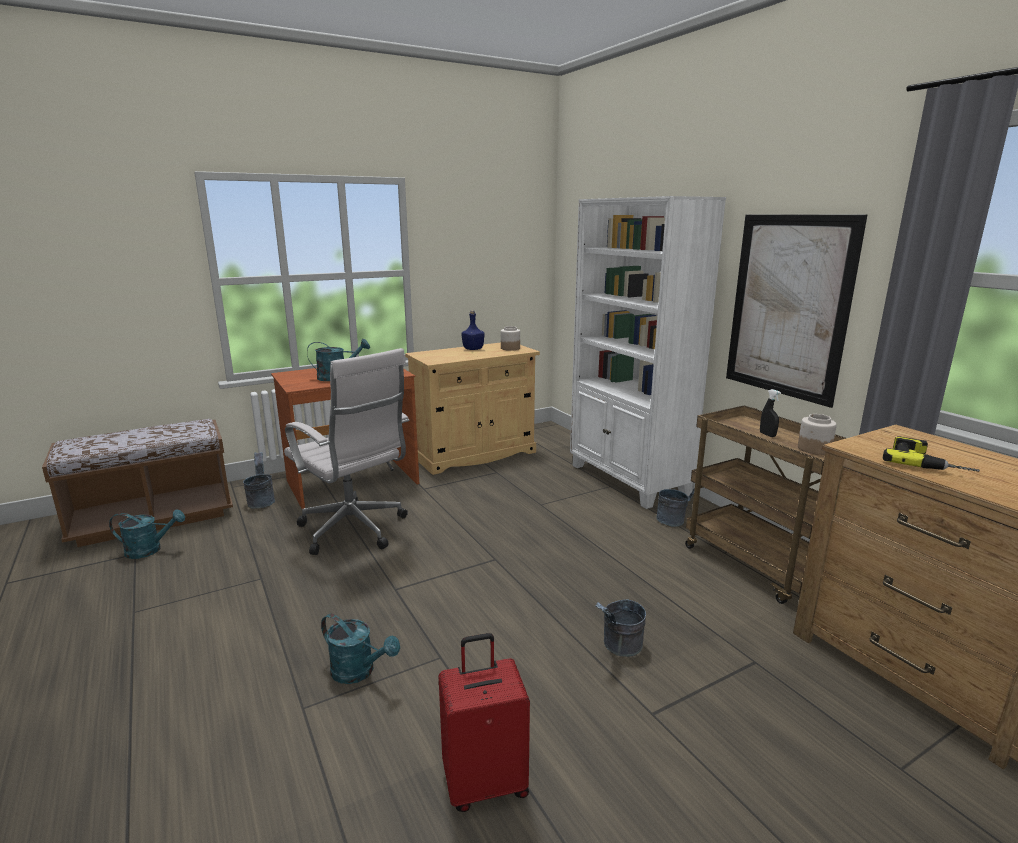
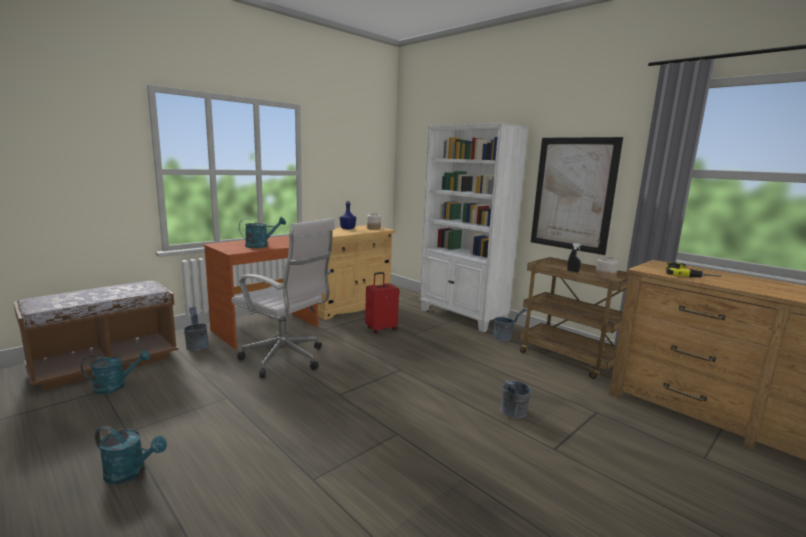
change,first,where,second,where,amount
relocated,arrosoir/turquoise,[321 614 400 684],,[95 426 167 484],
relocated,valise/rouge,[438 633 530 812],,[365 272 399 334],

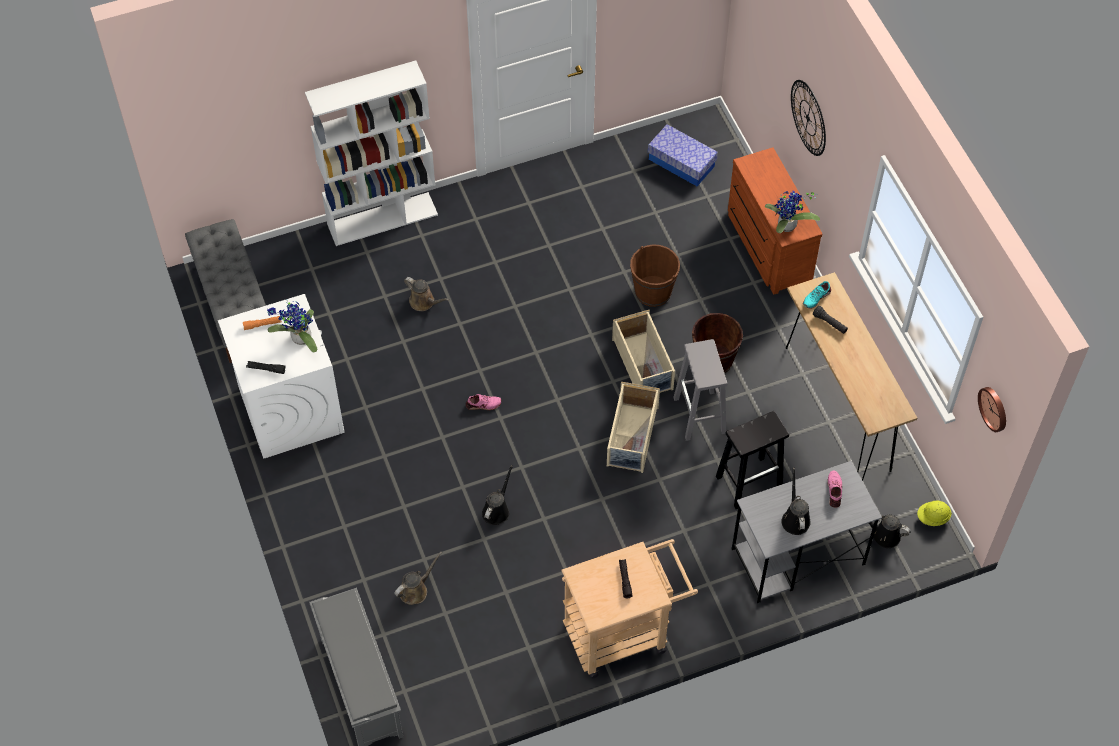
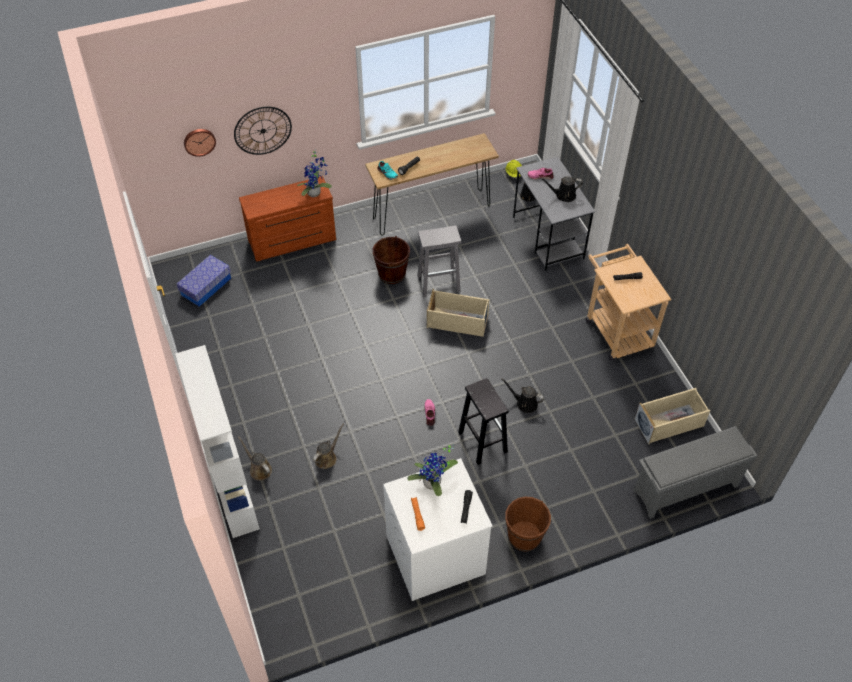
change,first,where,second,where,amount
relocated,horloge murale,[978 387 1006 432],,[184 129 216 157],
relocated,arrosoir/marron,[394 552 442 605],,[238 437 272 481],
relocated,tabouret/noir,[716 411 789 509],,[458 378 508 465],
relocated,seau/marron,[630 244 680 307],,[505 497 551 552],
relocated,boîte de rangement/beige,[612 310 675 393],,[634 388 710 445],
missing,banc/gris,[185 219 266 363],,,

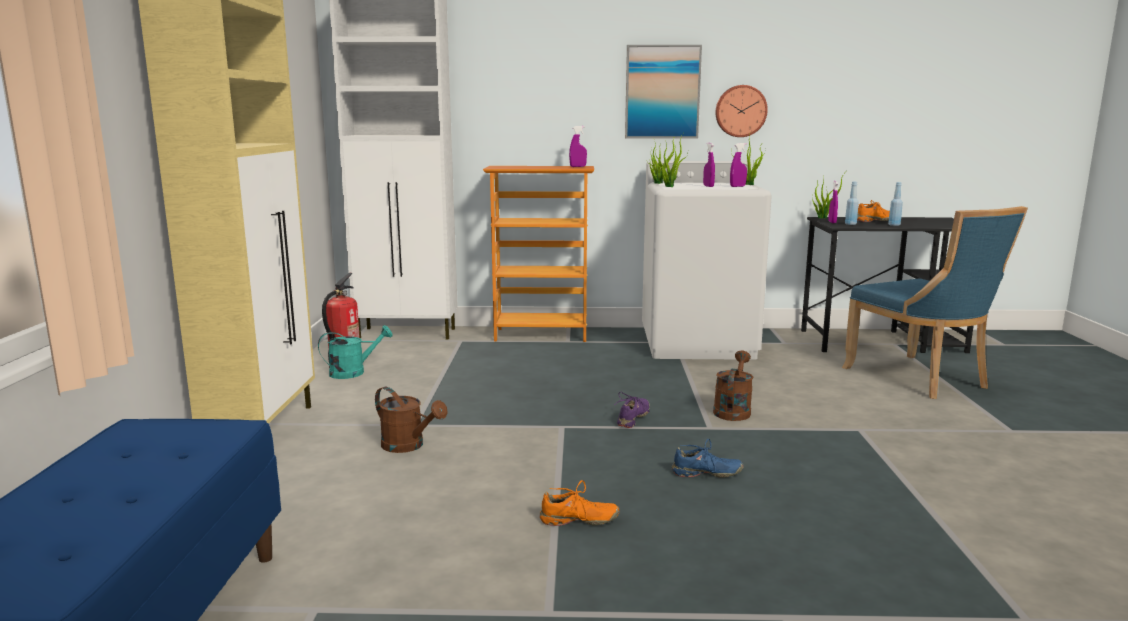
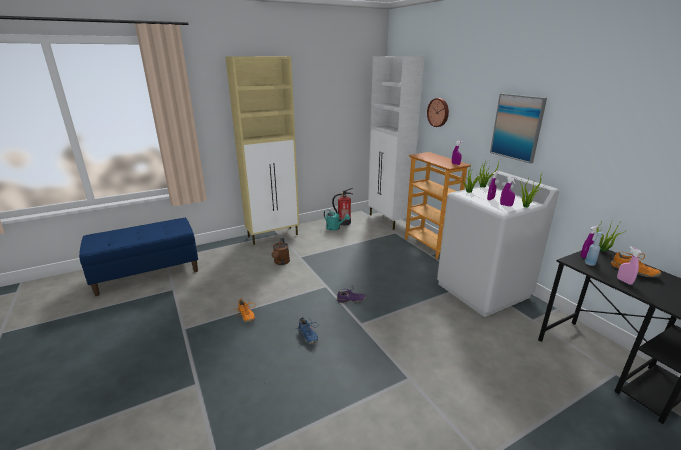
change,first,where,second,where,amount
relocated,horloge murale,[715 85 768 137],,[427 98 449 127],
exchanged,bouteille/bleu,[888 182 903 226],vaporisateur/rose,[617 246 642 285],
missing,arrosoir/marron,[713 350 753 421],,,
missing,chaise/bleu,[842 206 1028 399],,,

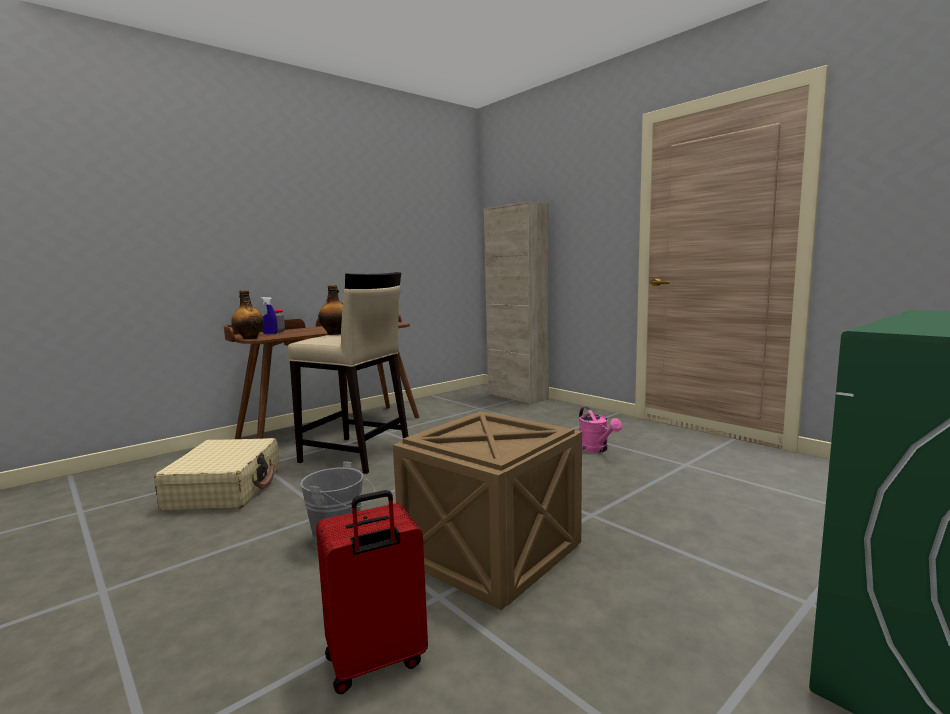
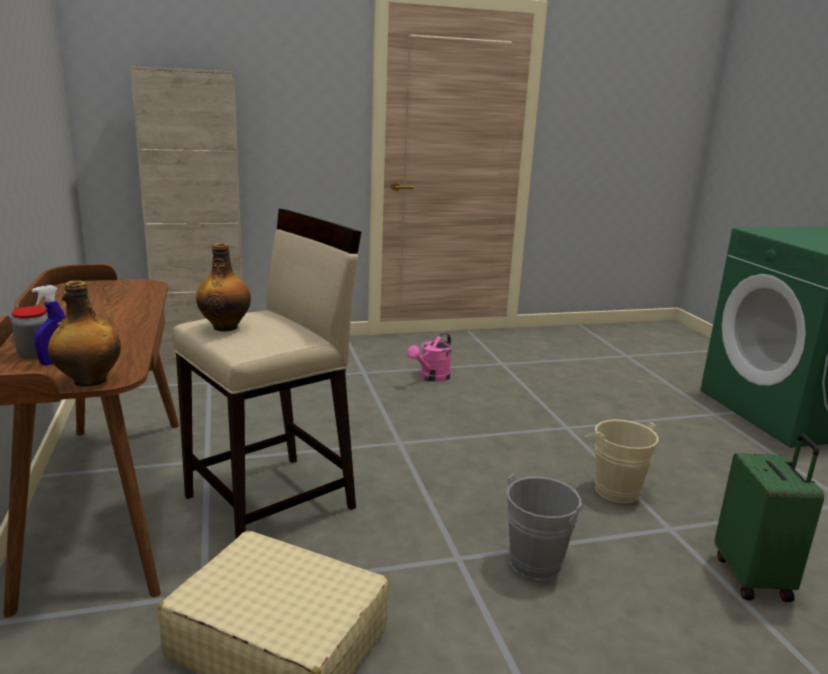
change,first,where,second,where,amount
spun,arrosoir/rose,[579 407 622 453],,[407 332 452 382],120 degrees clockwise
exchanged,caisse,[393 411 582 610],seau/beige,[585 420 659 503],
colour,valise/rouge,[316 490 428 694],valise/vert,[715 434 824 602],

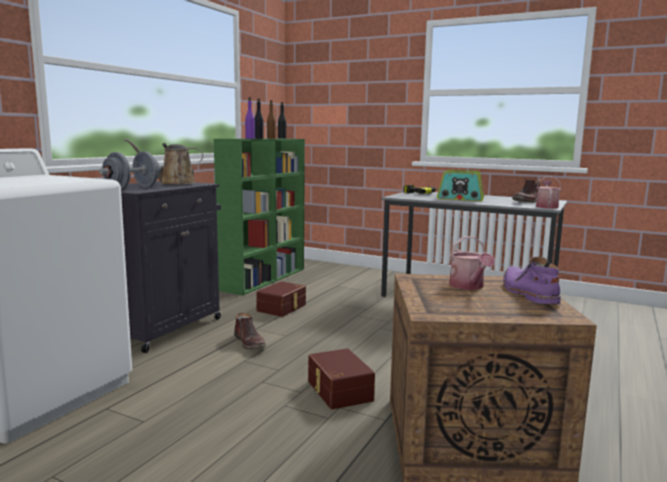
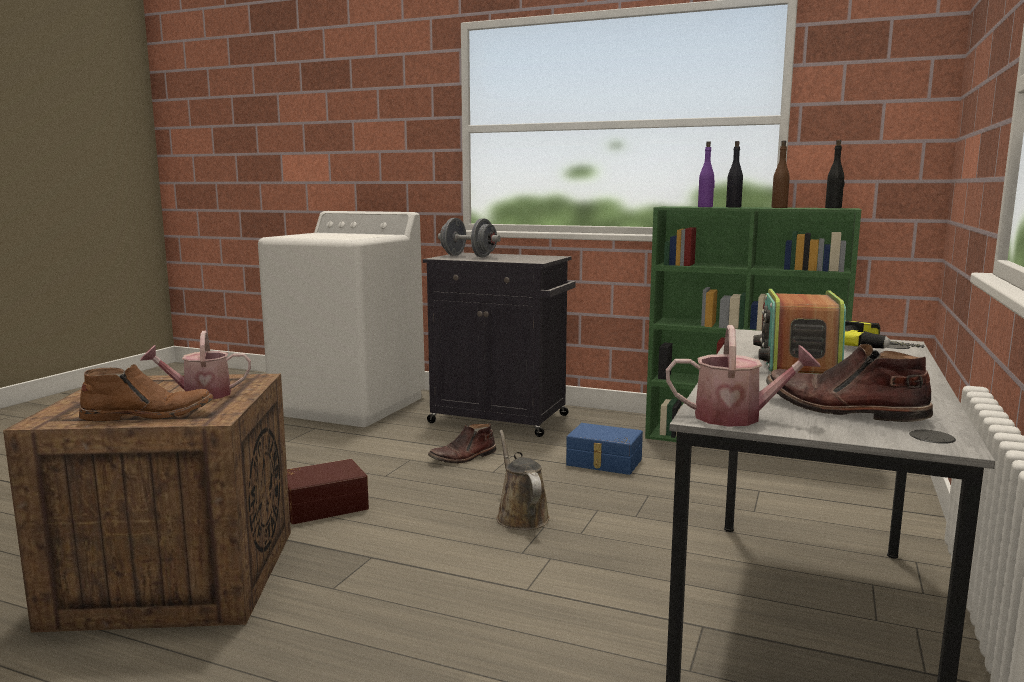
change,first,where,second,where,amount
colour,botte/violet,[503 257 561 305],botte/marron,[79 364 213 421],
relocated,arrosoir/marron,[125 139 203 185],,[496 430 550 530],
colour,boîte de rangement/marron,[256 281 306 317],boîte de rangement/bleu,[566 423 643 475],

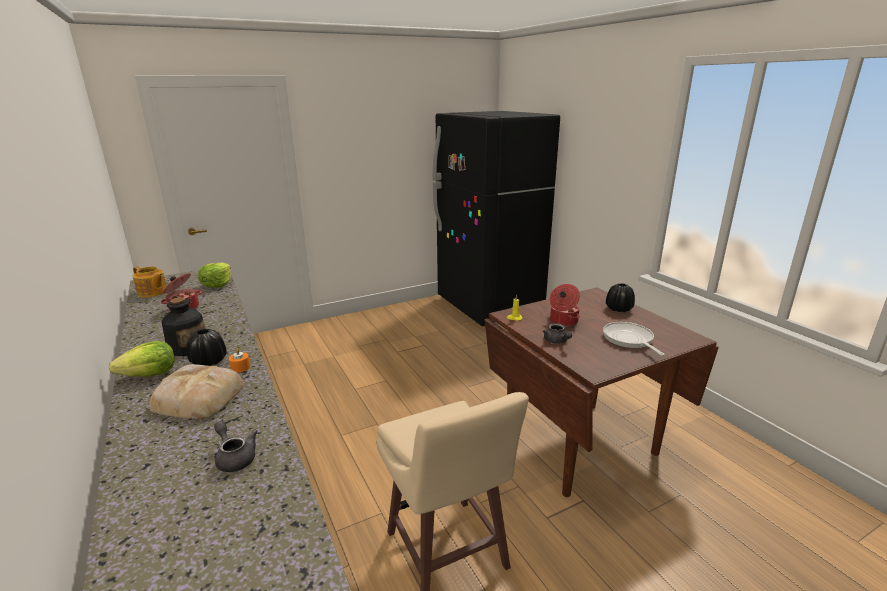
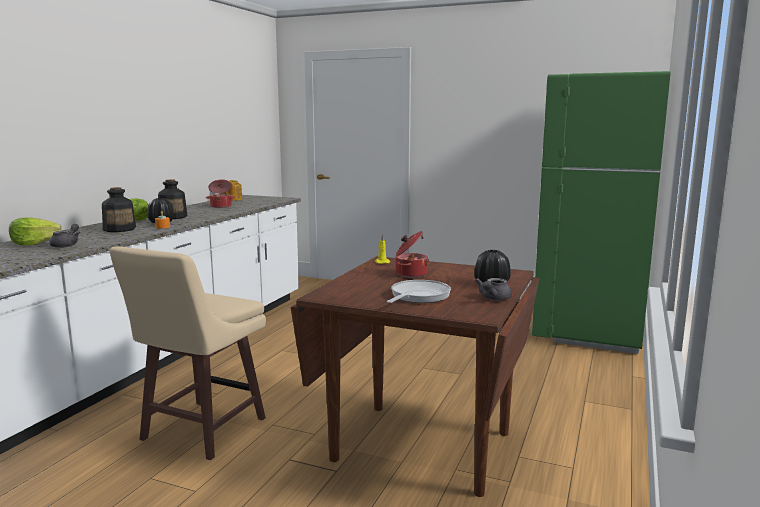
change,first,where,second,where,amount
relocated,laitue,[198 262 231 288],,[9 217 62 246],
exchanged,pain,[149 364 244 419],bouteille,[102 187 136 232],
relocated,théière/gris,[543 323 572 343],,[475 278 512 301],
colour,réfrigérateur/noir,[433 111 560 326],réfrigérateur/vert,[532 71 671 354],

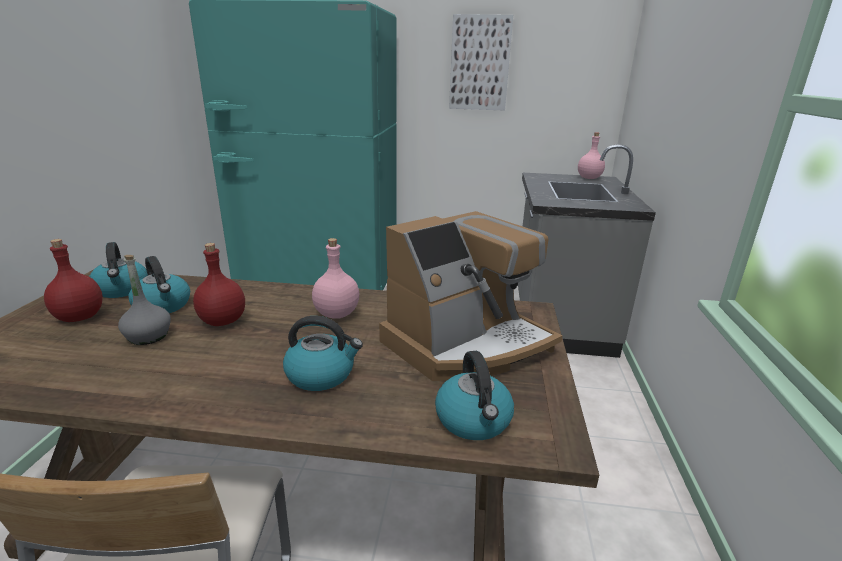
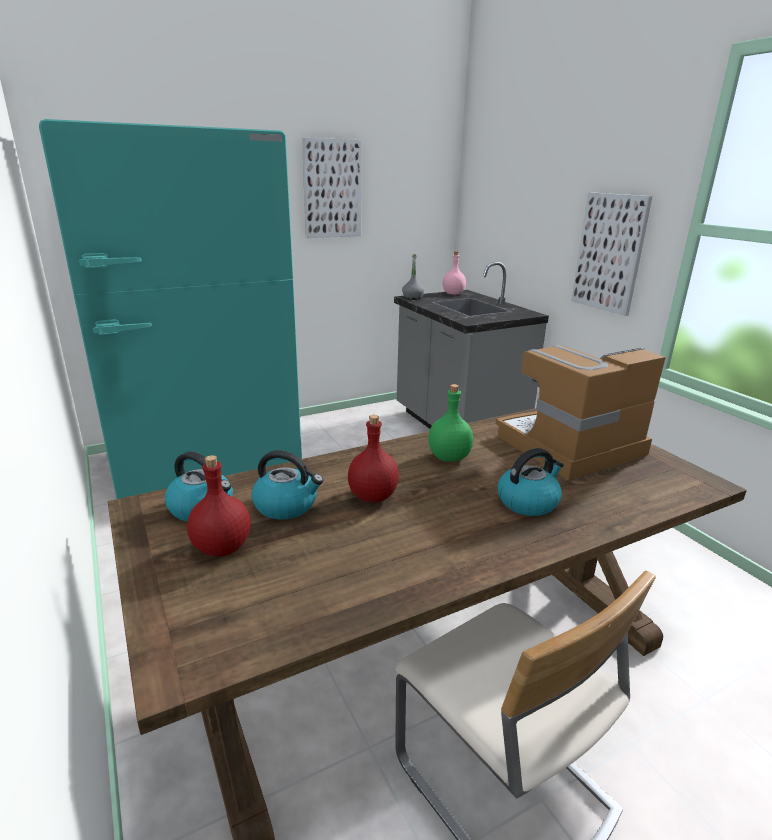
change,first,where,second,where,amount
relocated,bouteille/gris,[118 255 171 345],,[402 254 424 300],
colour,bouteille/rose,[312 238 359 318],bouteille/vert,[428 384 473 462],
spun,machine à café,[379 211 563 381],,[496 345 666 480],135 degrees counterclockwise
appeared,,,tableau,[571 192 652 316],
missing,bouilloire,[435 351 514 440],,,

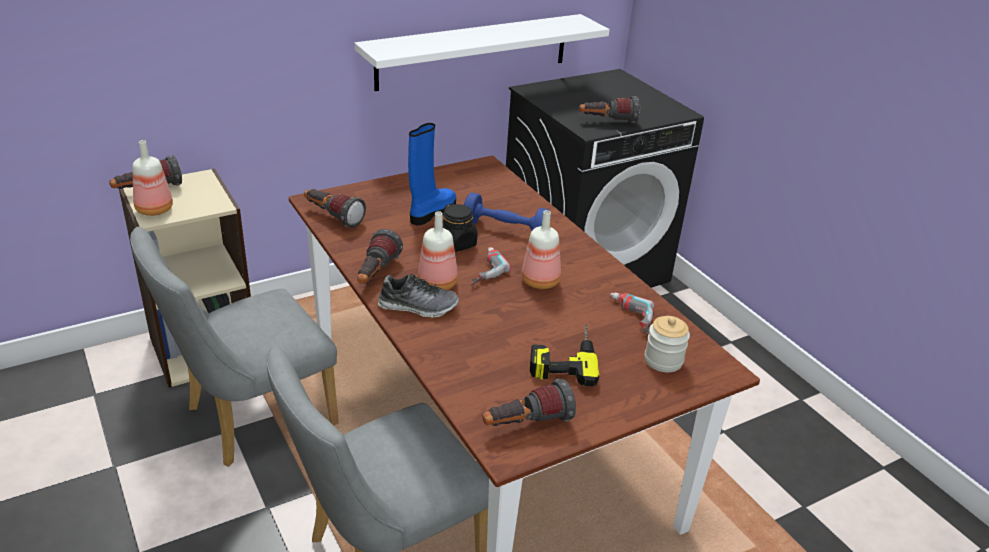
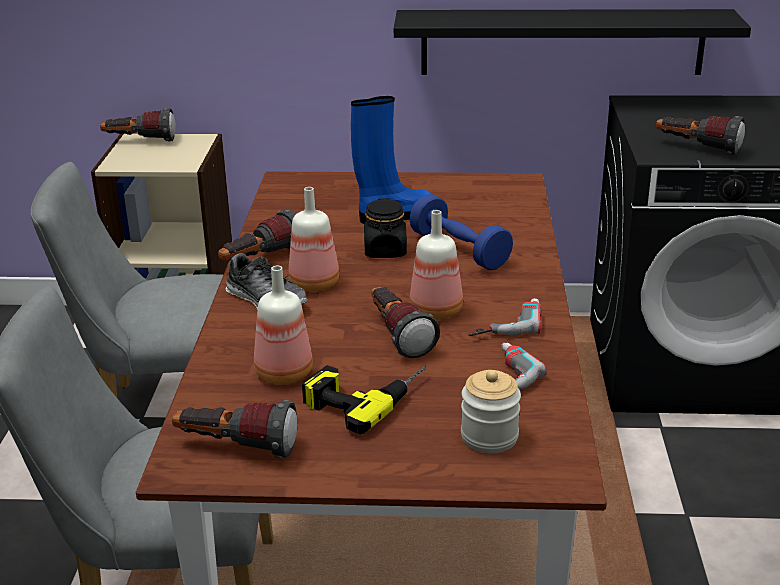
change,first,where,second,where,amount
relocated,bouteille,[132 140 173 216],,[254 266 313 384],
relocated,lampe de poche,[304 189 366 228],,[372 287 440 358],
colour,étagère/blanc,[354 14 610 91],étagère/noir,[394 9 751 75],
relocated,perceuse,[470 247 511 286],,[469 298 542 336],

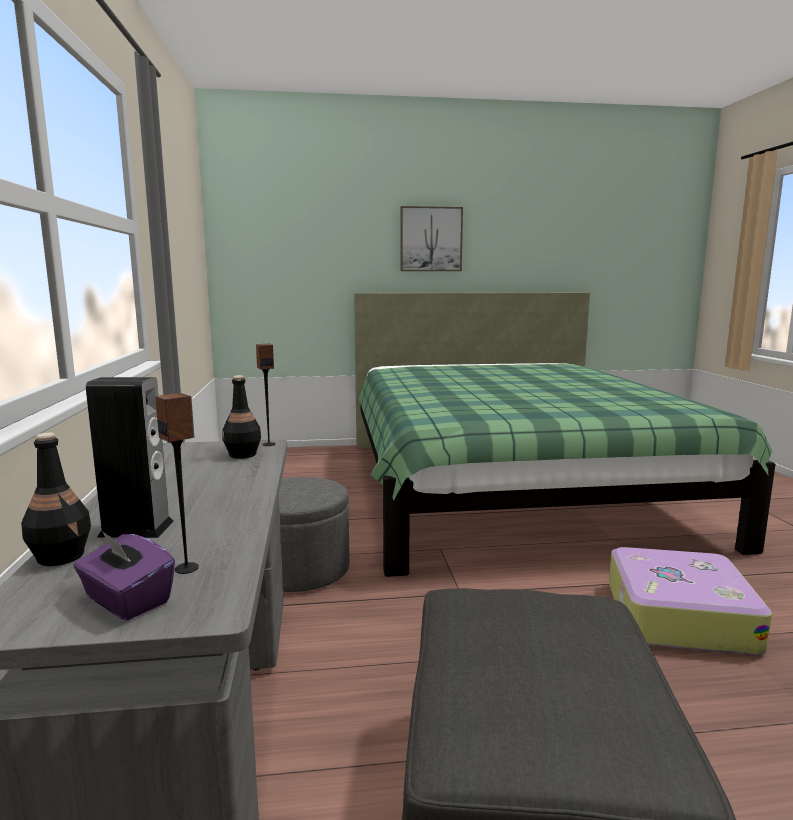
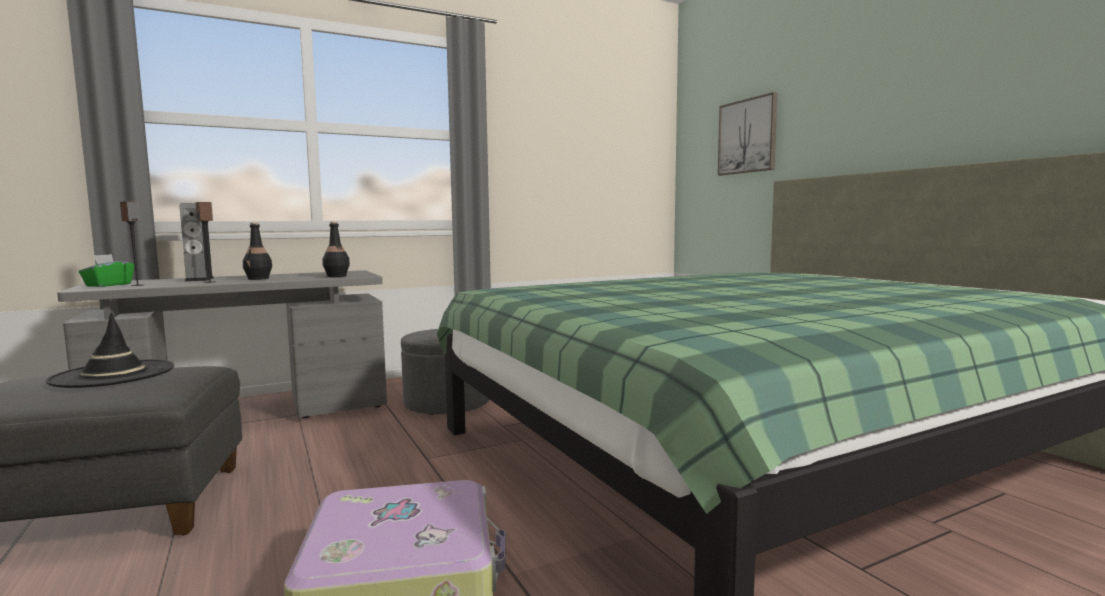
change,first,where,second,where,amount
appeared,,,chapeau/noir,[46 313 174 388],
colour,boîte à mouchoirs/violet,[73 530 175 621],boîte à mouchoirs/vert,[79 254 134 287],
relocated,enceinte,[256 344 276 446],,[196 202 216 283],
relocated,bouteille/noir,[21 433 91 566],,[243 222 272 280],
relocated,tableau,[400 206 463 271],,[718 92 777 175],

